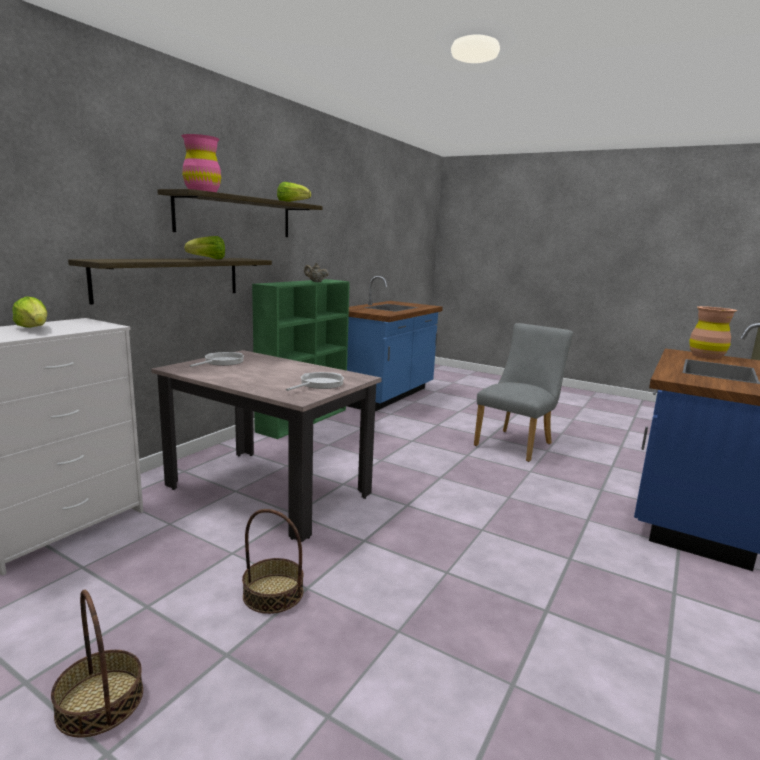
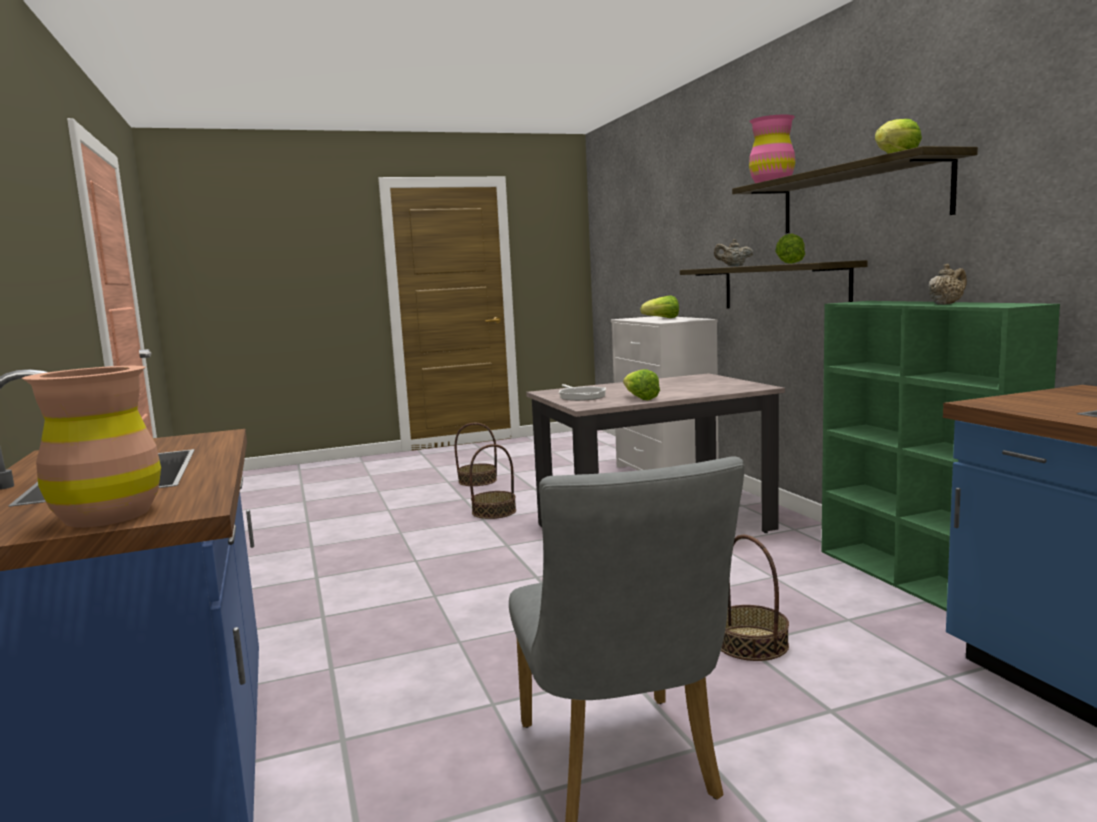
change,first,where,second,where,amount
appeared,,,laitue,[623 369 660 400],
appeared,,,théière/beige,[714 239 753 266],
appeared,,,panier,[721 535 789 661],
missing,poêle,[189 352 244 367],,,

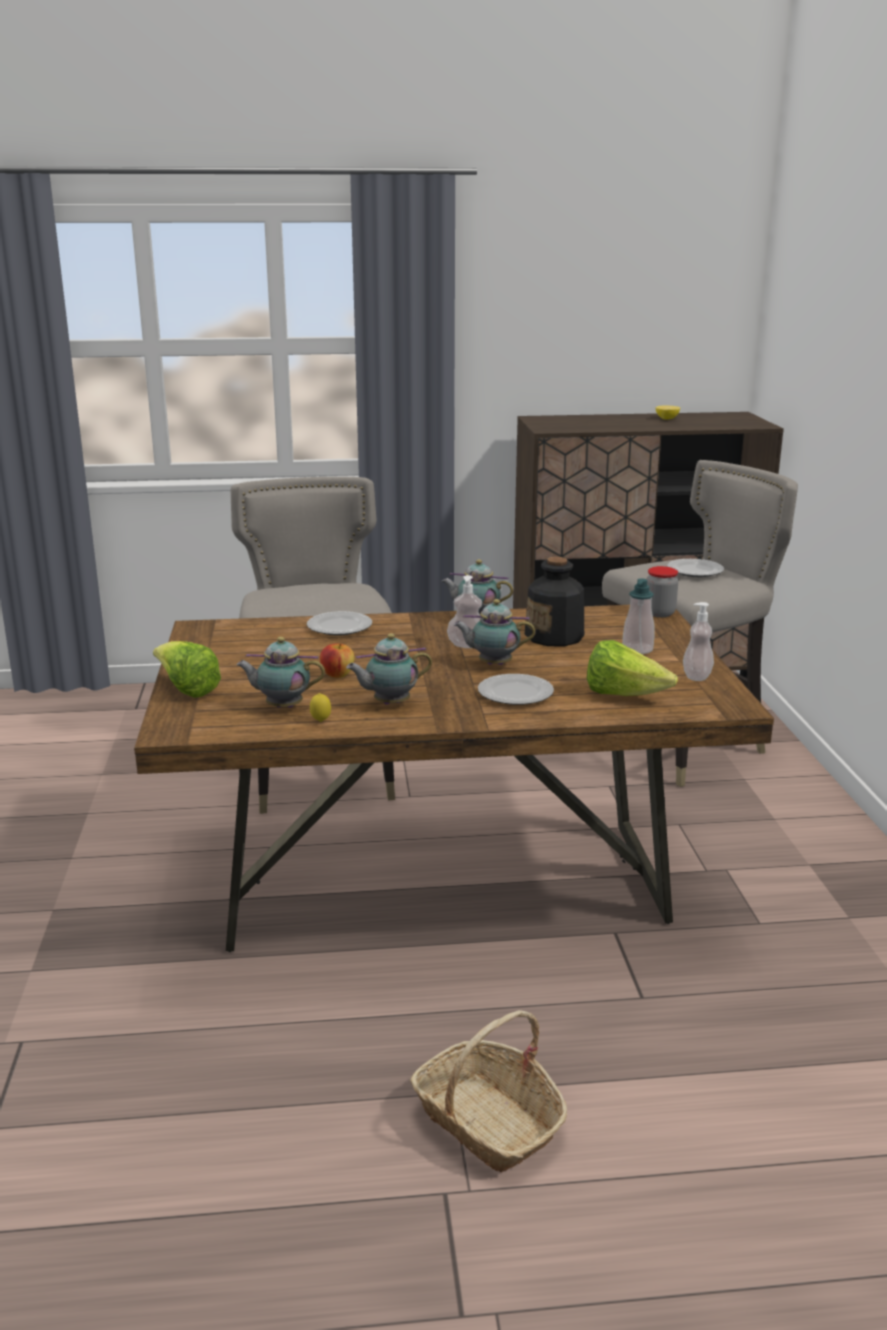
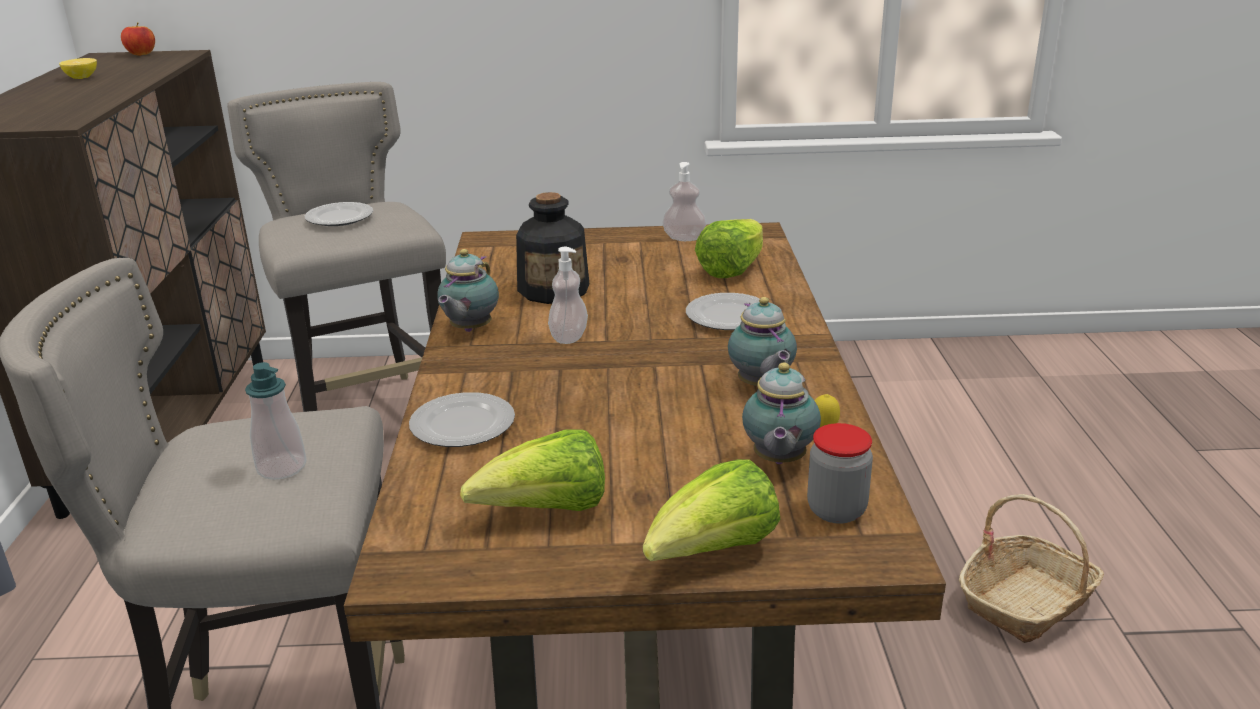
change,first,where,second,where,amount
relocated,pomme,[320 643 354 678],,[121 22 155 56],
relocated,distributeur de savon,[622 579 654 654],,[245 362 306 480],
appeared,,,laitue,[460 429 605 511],
relocated,bocal,[647 566 678 617],,[807 423 873 524],
missing,théière,[454 599 535 665],,,

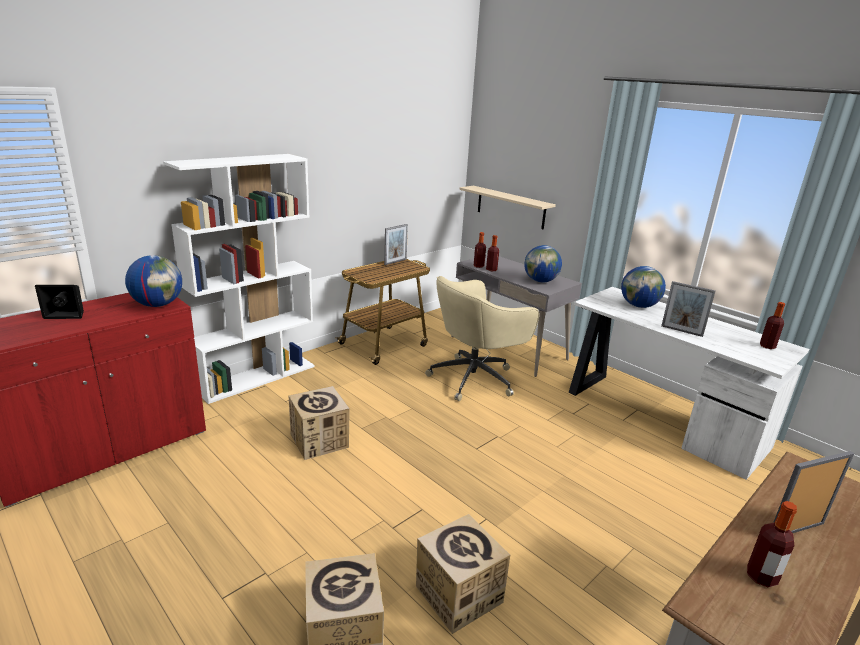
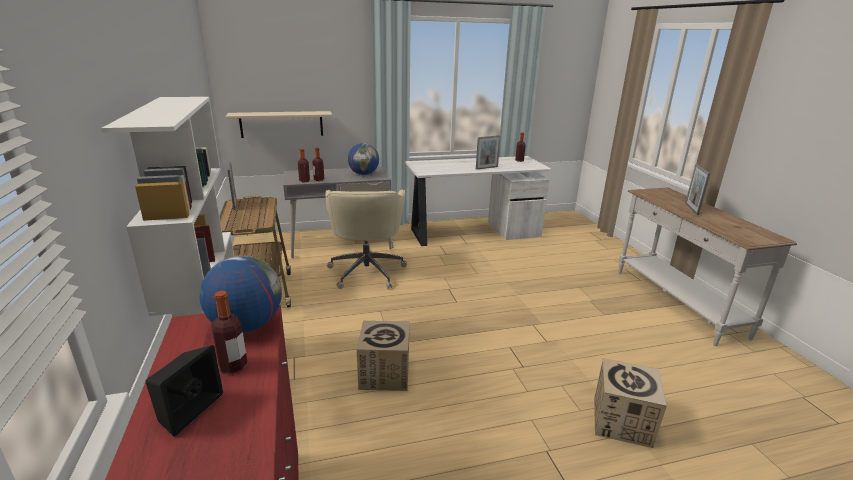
change,first,where,second,where,amount
relocated,bouteille,[747 501 797 587],,[211 291 248 374],
missing,carton,[416 514 510 634],,,
missing,globe,[621 266 666 308],,,

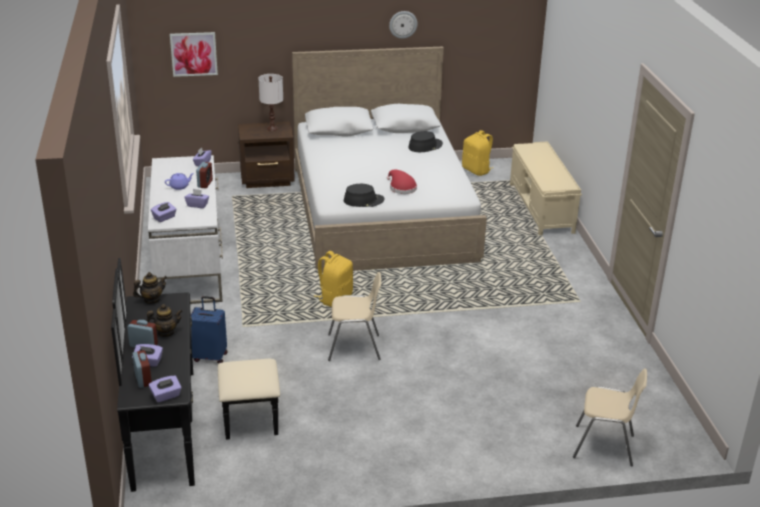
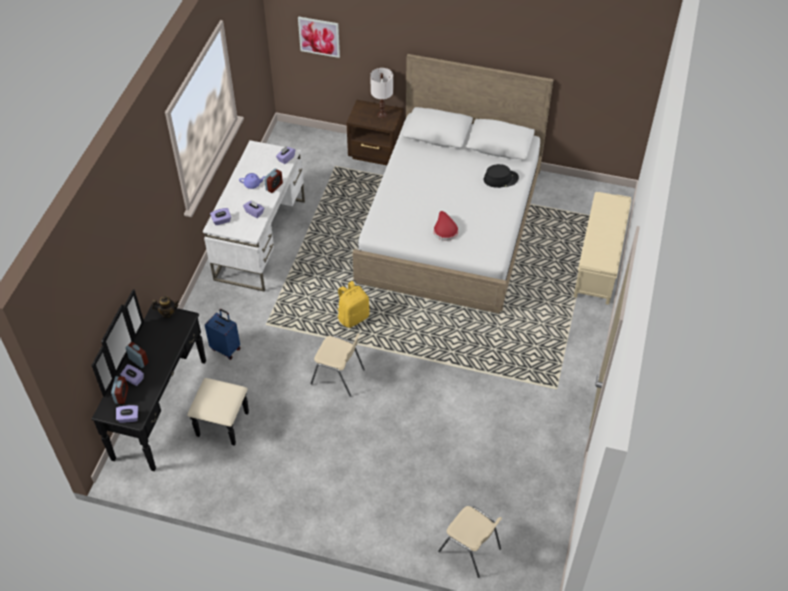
change,first,where,second,where,amount
missing,théière,[147 304 183 337],,,
missing,chapeau/noir,[344 184 384 207],,,
missing,horloge murale,[389 11 417 39],,,
missing,sac à dos/jaune,[462 130 493 176],,,

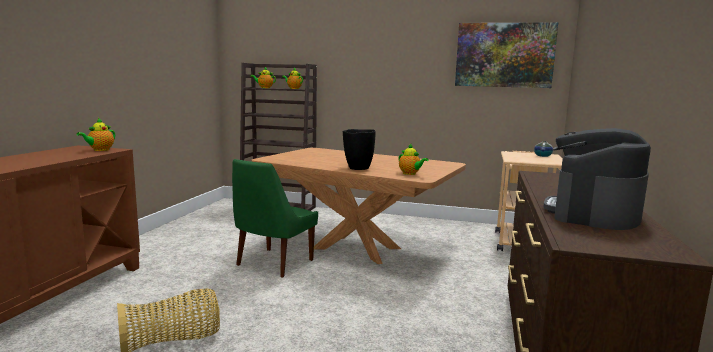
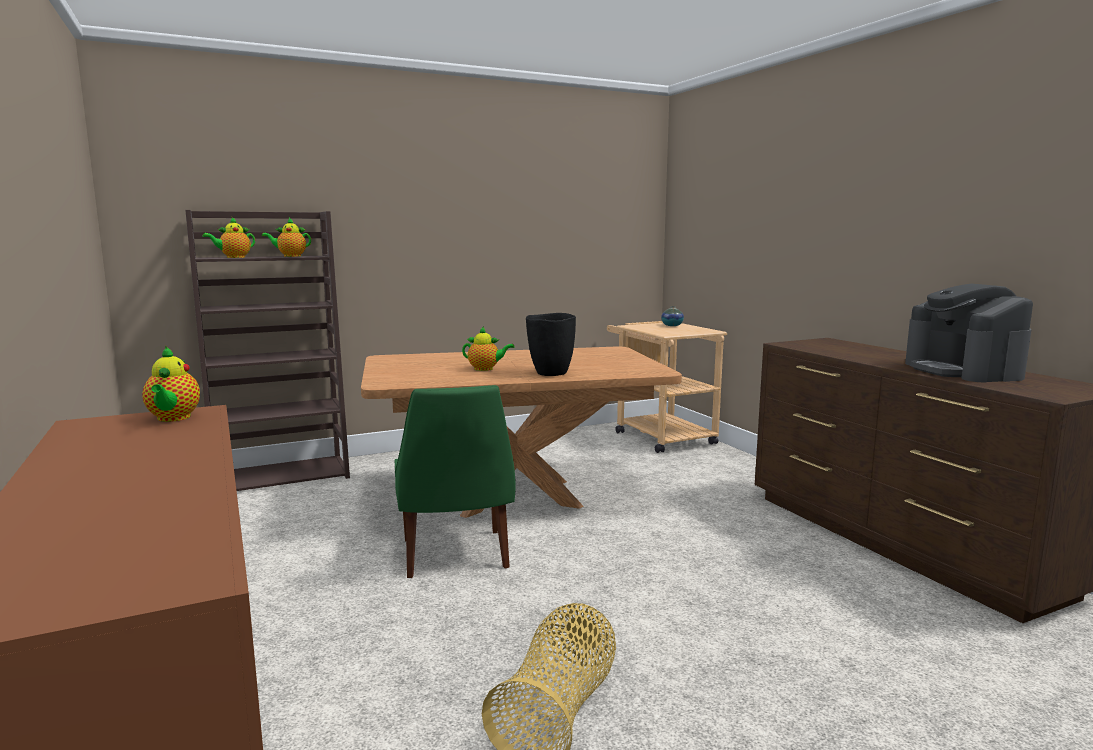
change,first,where,second,where,amount
relocated,théière,[398 144 429 175],,[462 326 515 371],
missing,tableau,[455 22 558 88],,,

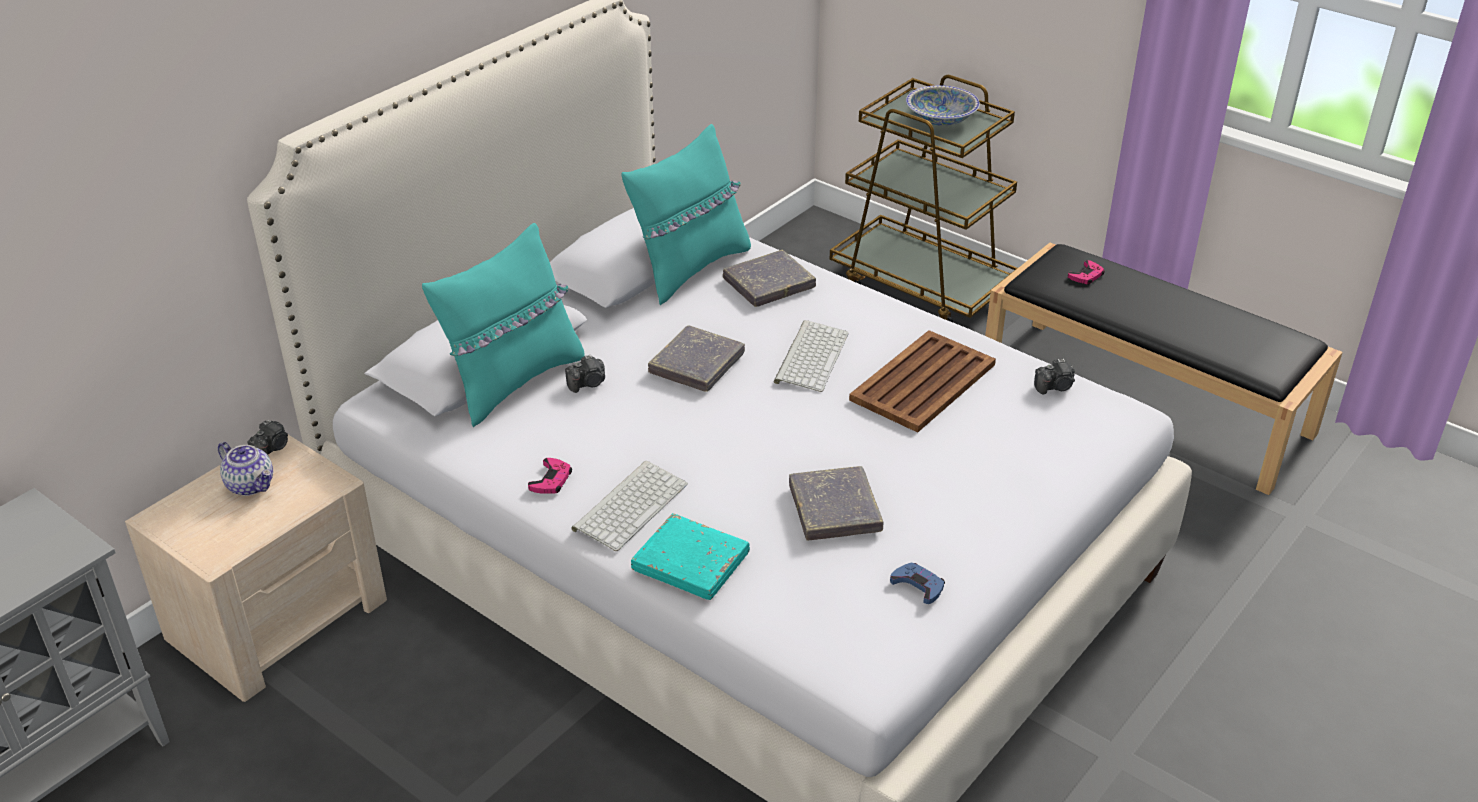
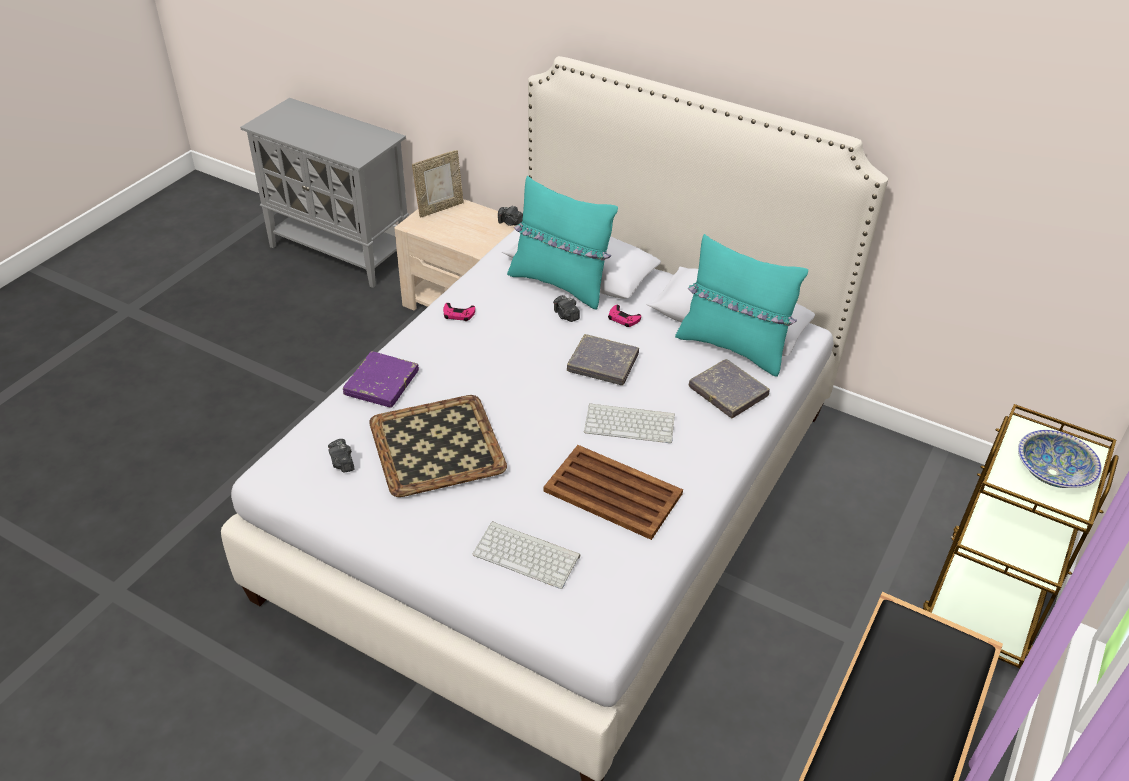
change,first,where,second,where,amount
relocated,appareil photo,[1034 358 1075 394],,[328 439 355 473],
colour,livre/turquoise,[631 513 750 600],livre/violet,[343 351 419 408],
exchanged,livre/gris,[789 466 883 540],plateau,[369 395 507 497],
appeared,,,cadre photo,[412 150 464 218],
relocated,clavier,[572 461 688 551],,[473 521 580 589],
relocated,manette/rose,[1068 260 1105 285],,[608 305 641 327],
missing,théière,[218 442 273 496],,,
missing,manette/bleu,[890 562 945 604],,,

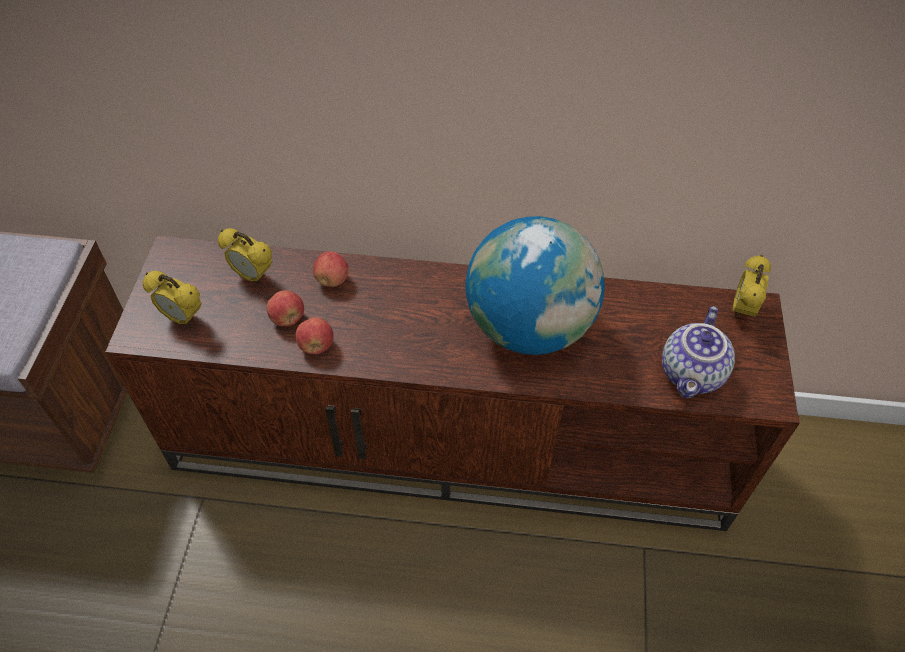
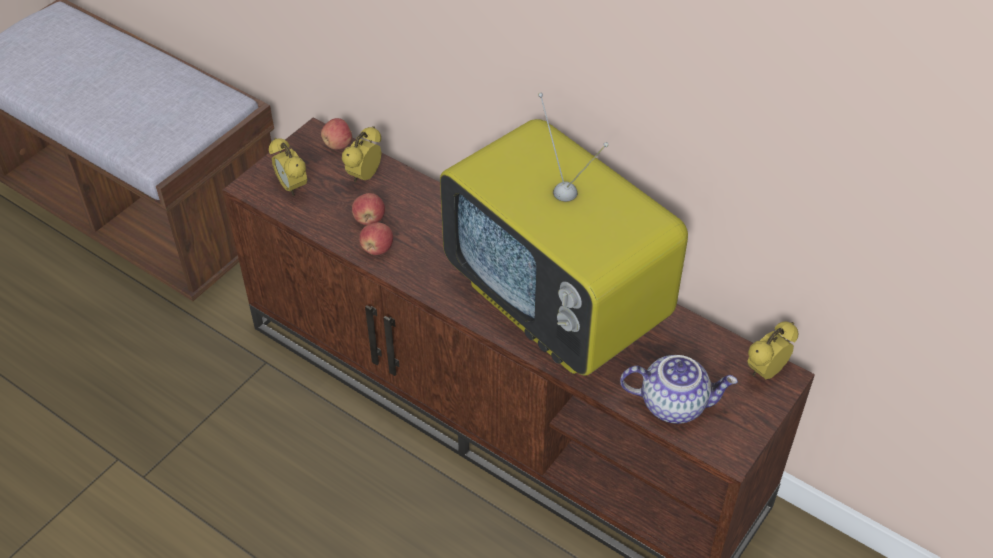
change,first,where,second,where,amount
relocated,pomme,[313 251 349 287],,[321 118 352 149],
spun,réveil,[218 228 272 284],,[342 126 382 182],60 degrees clockwise
exchanged,globe,[465 216 605 355],téléviseur,[440 92 688 376],
spun,théière,[662 306 735 398],,[620 355 738 424],135 degrees counterclockwise

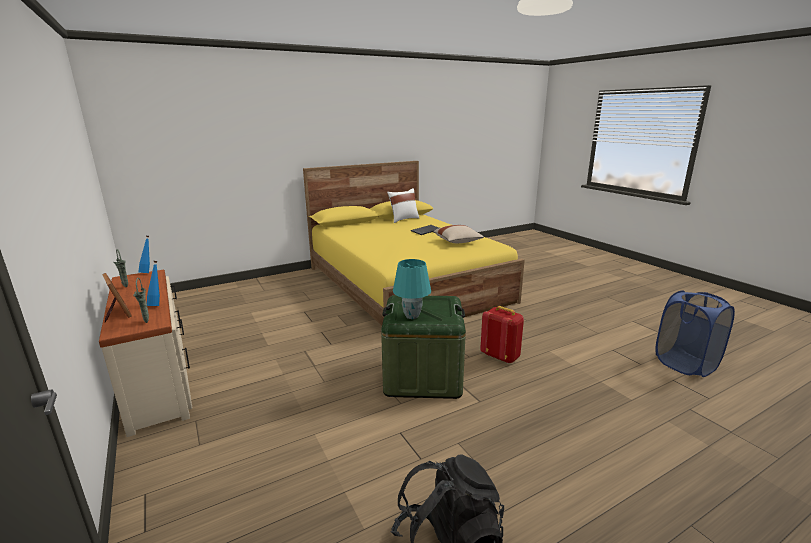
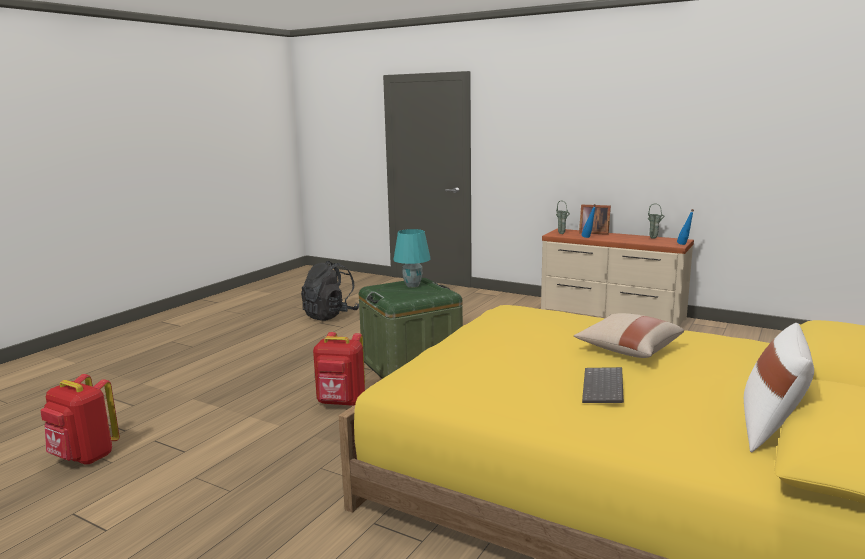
change,first,where,second,where,amount
exchanged,panier à linge/bleu,[655 290 735 377],sac à dos/rouge,[40 374 120 465],
relocated,coussin/beige,[433 225 484 243],,[574 313 684 358],

